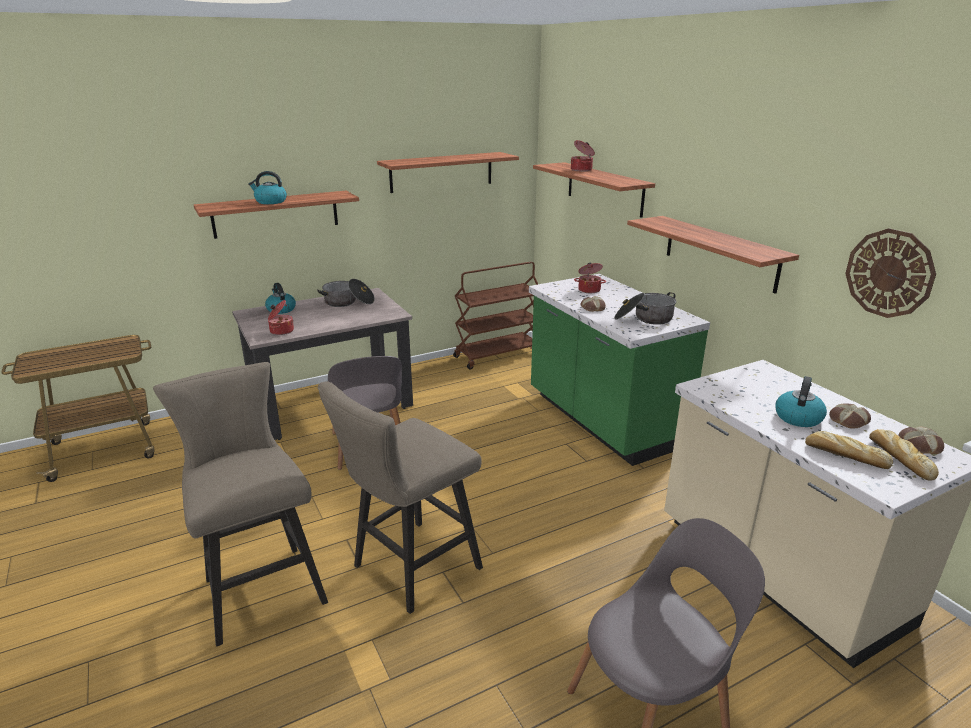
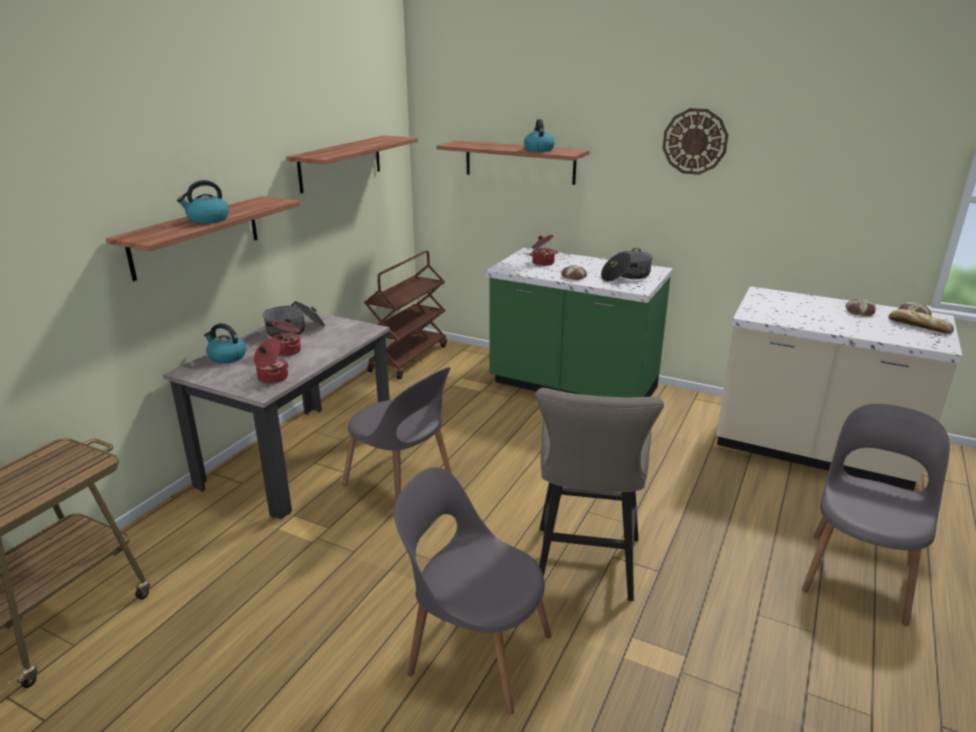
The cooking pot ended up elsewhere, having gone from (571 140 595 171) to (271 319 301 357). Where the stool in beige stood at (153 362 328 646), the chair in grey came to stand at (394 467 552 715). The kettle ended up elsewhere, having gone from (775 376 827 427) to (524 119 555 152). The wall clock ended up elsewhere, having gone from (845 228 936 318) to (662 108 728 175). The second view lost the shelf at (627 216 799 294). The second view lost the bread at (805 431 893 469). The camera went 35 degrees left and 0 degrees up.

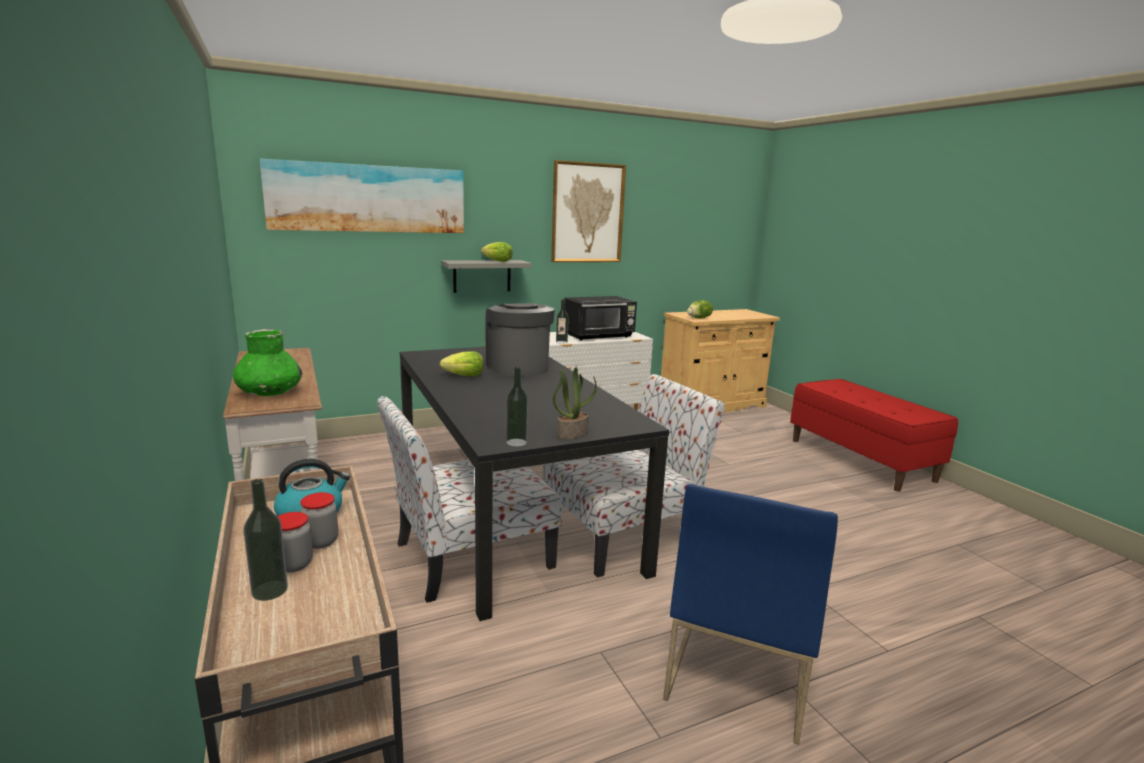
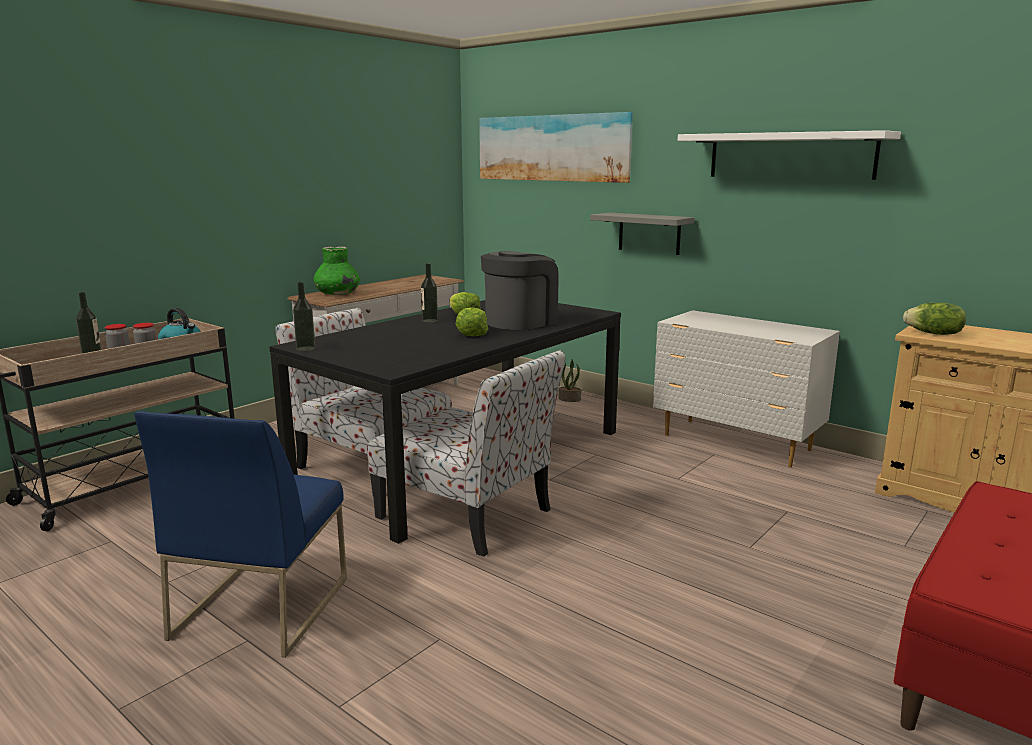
The chair in blue at (663 484 838 745) ended up facing another way, 75 degrees counterclockwise from before. The bottle ended up elsewhere, having gone from (556 299 569 344) to (421 263 438 323). The lettuce ended up elsewhere, having gone from (481 242 513 262) to (456 307 488 336). The potted plant ended up elsewhere, having gone from (553 367 597 439) to (559 359 581 402). Where the picture hung at (551 160 626 262), the shelf in white came to hang at (678 130 901 180). The second view lost the microwave in black at (564 296 637 341). The camera went 65 degrees right and 0 degrees up.

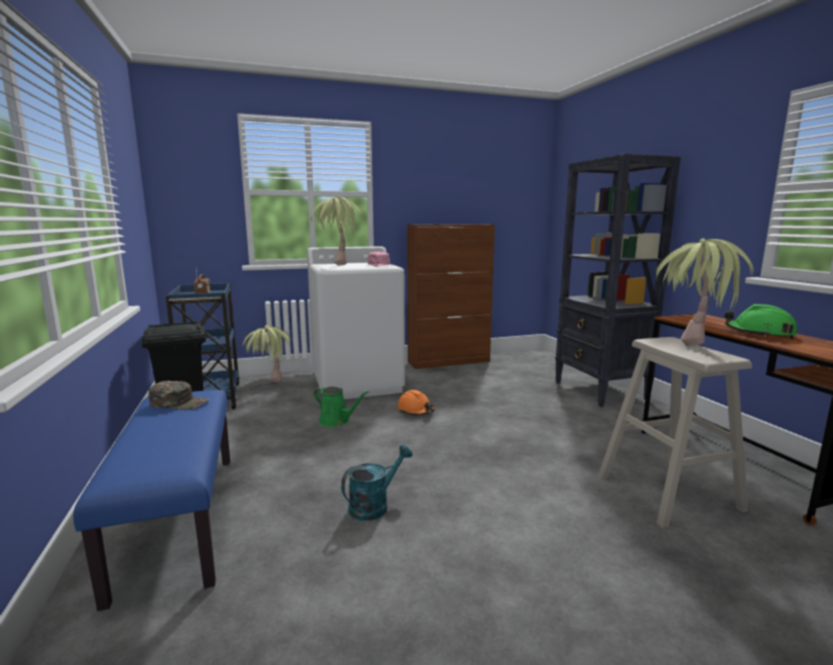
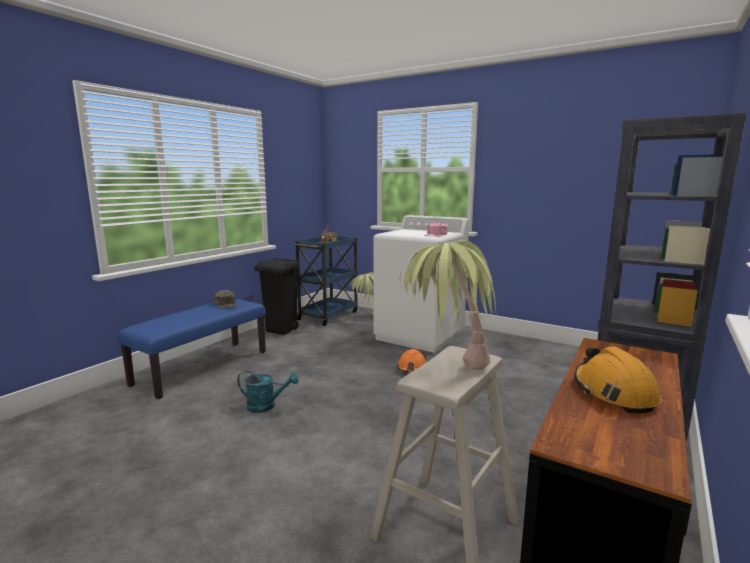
What was the hard hat in green at (725 304 798 339) turned into the hard hat in orange at (574 347 661 413). The second view lost the potted plant at (310 197 363 266). The second view lost the watering can in green at (313 387 369 427). The second view lost the cabinet in brown at (407 224 495 369). The camera went 50 degrees right and 0 degrees up.

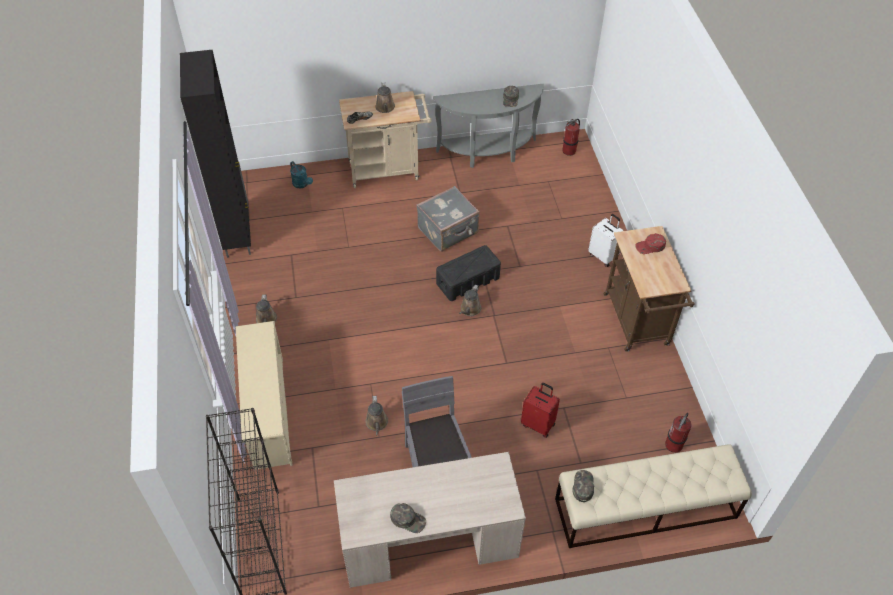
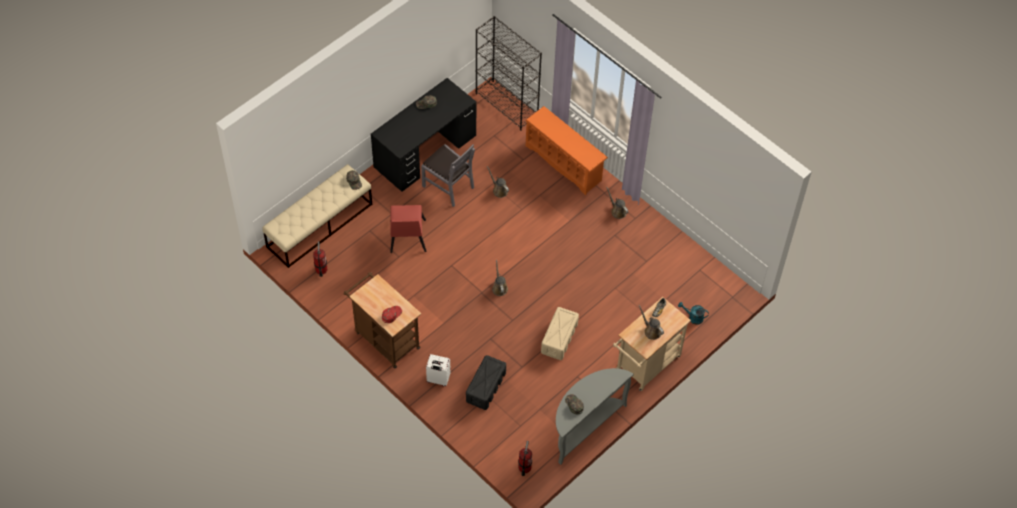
What was the desk in beige at (334 452 526 588) turned into the desk in black at (371 78 477 192). Where the suitcase in red stood at (521 383 560 438), the chair in red came to stand at (390 205 426 253). The storage box in black ended up elsewhere, having gone from (436 245 501 301) to (466 355 506 410). What was the shoe rack in beige at (236 321 293 470) turned into the shoe rack in orange at (525 106 608 195). Where the suitcase in grey stood at (417 186 480 252), the storage box in beige came to stand at (541 307 579 360). The second view lost the cabinet in black at (180 50 251 258). The camera went 145 degrees right and 5 degrees up.

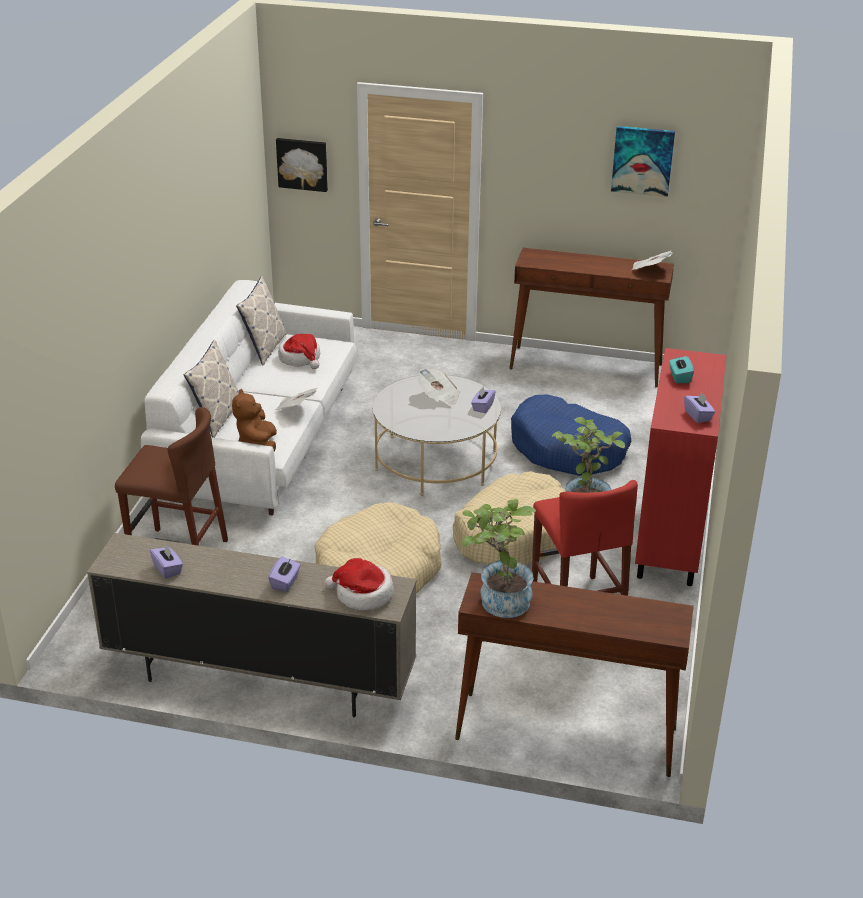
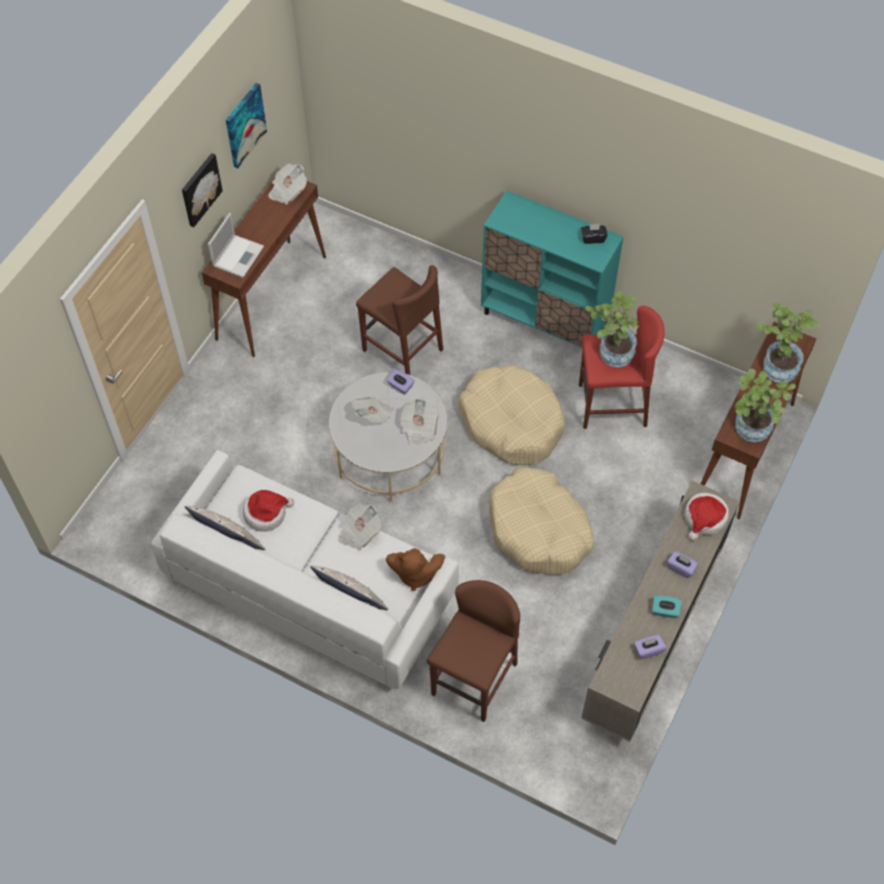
The picture ended up elsewhere, having gone from (276 138 328 192) to (182 153 223 227). The second view gained the laptop at (208 213 264 278). Where the dog bed in blue stood at (511 395 631 476), the stool in brown came to stand at (356 265 443 375). The second view gained the newspaper at (399 398 440 446). What was the cabinet in red at (635 348 727 586) turned into the cabinet in turquoise at (481 190 624 348). What was the tissue box in purple at (684 392 715 423) turned into the tissue box in black at (581 224 608 244). The tissue box in turquoise ended up elsewhere, having gone from (669 354 694 383) to (652 595 682 618). The second view gained the potted plant at (756 302 820 383). The camera went 75 degrees left and 25 degrees up.

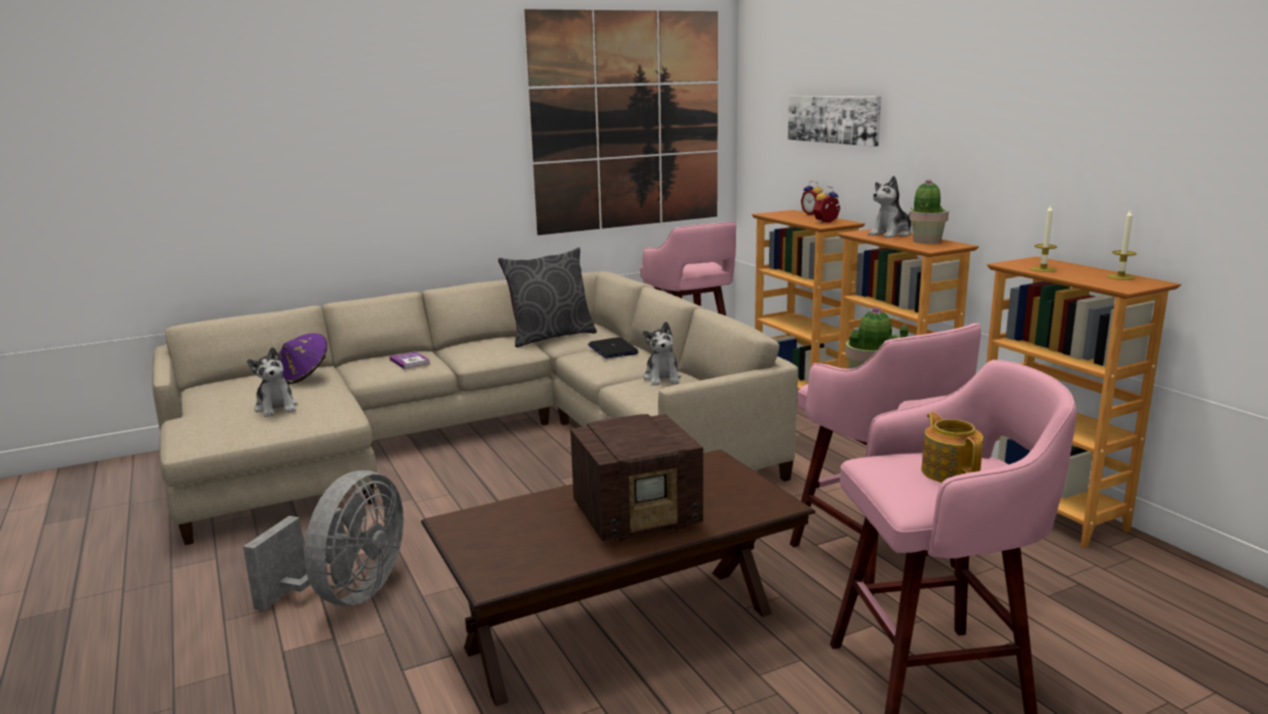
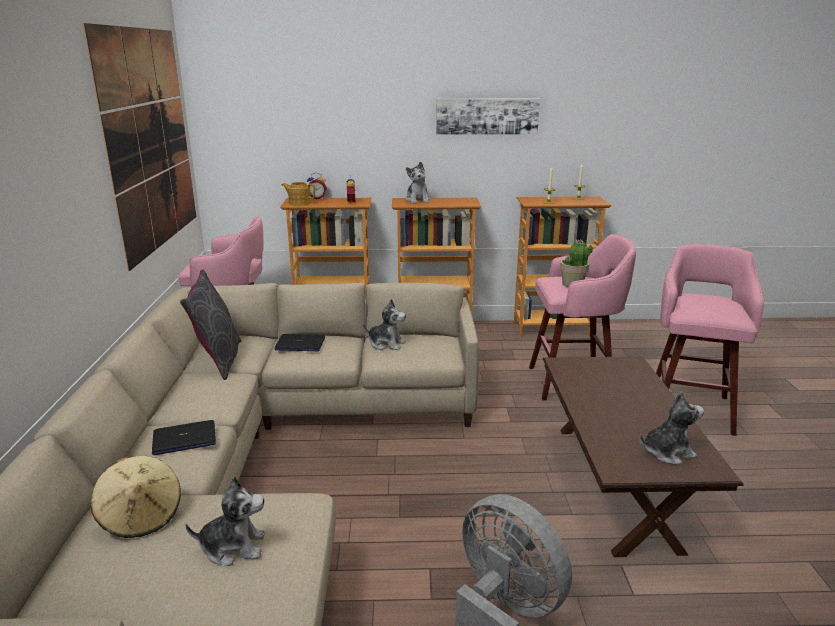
What was the hat in purple at (278 333 327 384) turned into the hat in beige at (91 456 181 538). Where the book stood at (389 351 430 369), the laptop came to stand at (152 420 216 455). The teapot ended up elsewhere, having gone from (921 412 983 483) to (281 182 315 206). The picture ended up elsewhere, having gone from (788 96 881 147) to (436 99 540 135). The second view gained the plush toy at (640 391 704 464). The second view lost the radio at (570 414 703 541). The second view lost the potted plant at (909 180 949 244). The camera went 65 degrees left and 5 degrees up.

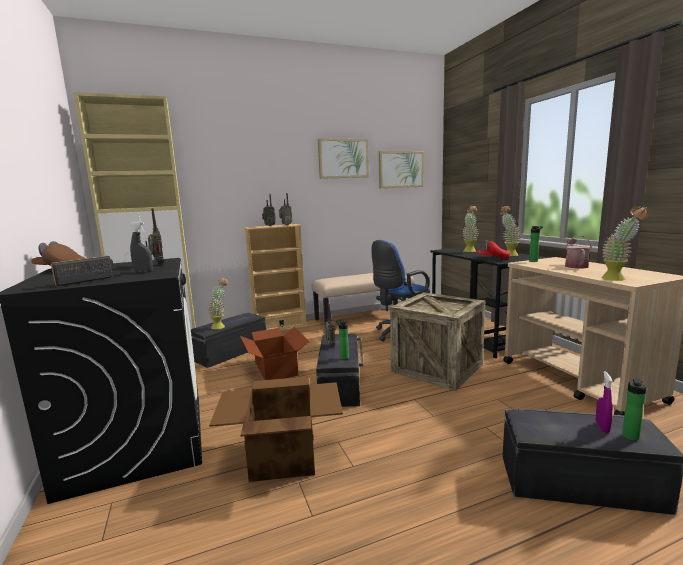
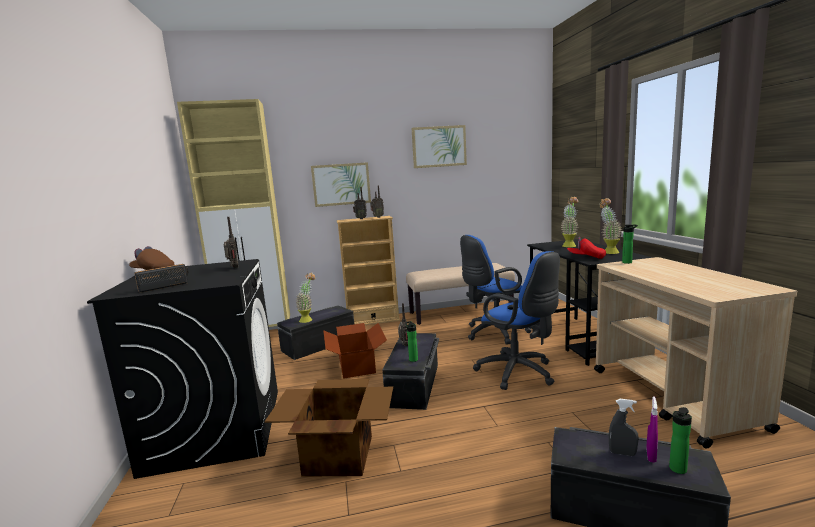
The picture ended up elsewhere, having gone from (379 151 424 188) to (311 162 371 207). Where the crate stood at (390 292 485 391), the office chair in blue came to stand at (473 251 560 390). The spray bottle in grey ended up elsewhere, having gone from (130 221 153 272) to (609 399 639 456). The second view lost the watering can at (565 236 592 268). The second view lost the potted plant at (601 206 648 281). The camera went 10 degrees right and 0 degrees up.

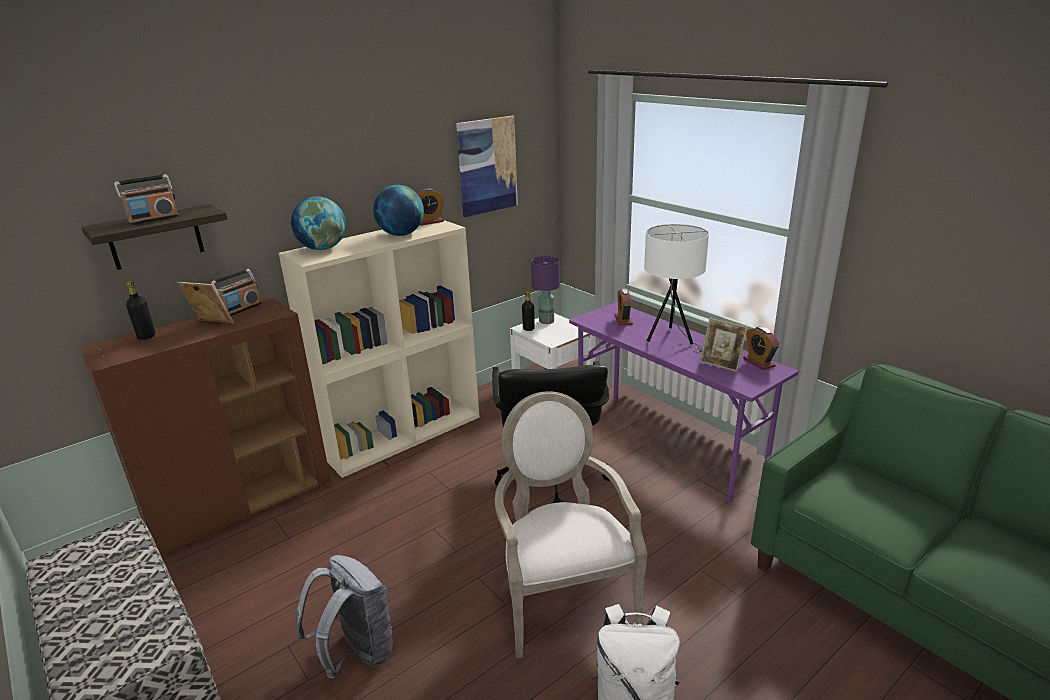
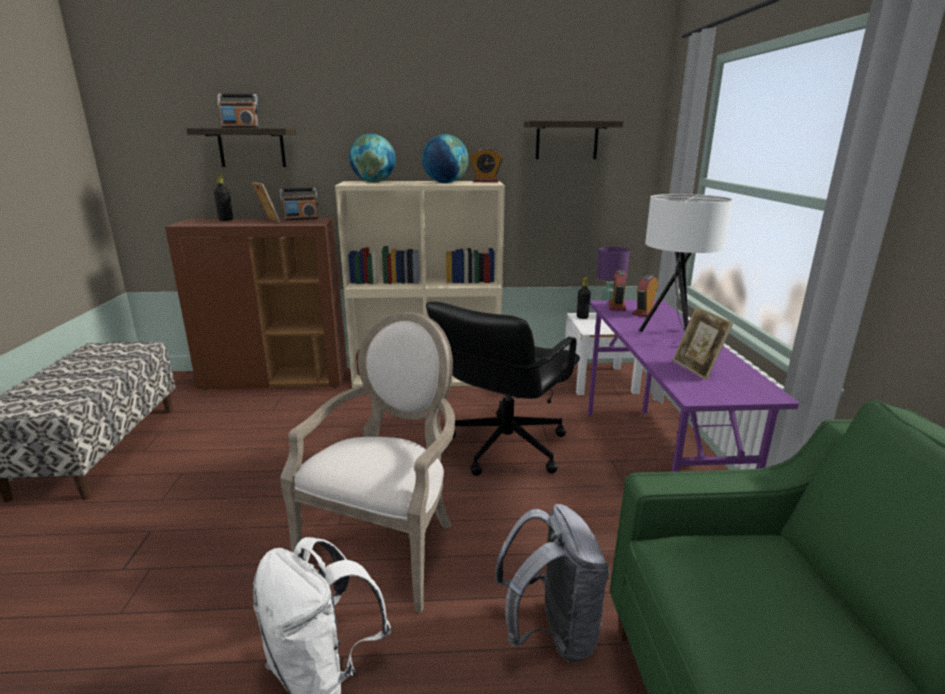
The backpack in grey ended up elsewhere, having gone from (296 555 393 678) to (494 504 609 663). Where the picture hung at (456 116 518 217), the shelf came to hang at (524 121 624 159). The alarm clock ended up elsewhere, having gone from (743 326 780 370) to (609 270 626 311). The camera went 35 degrees right and 5 degrees down.

